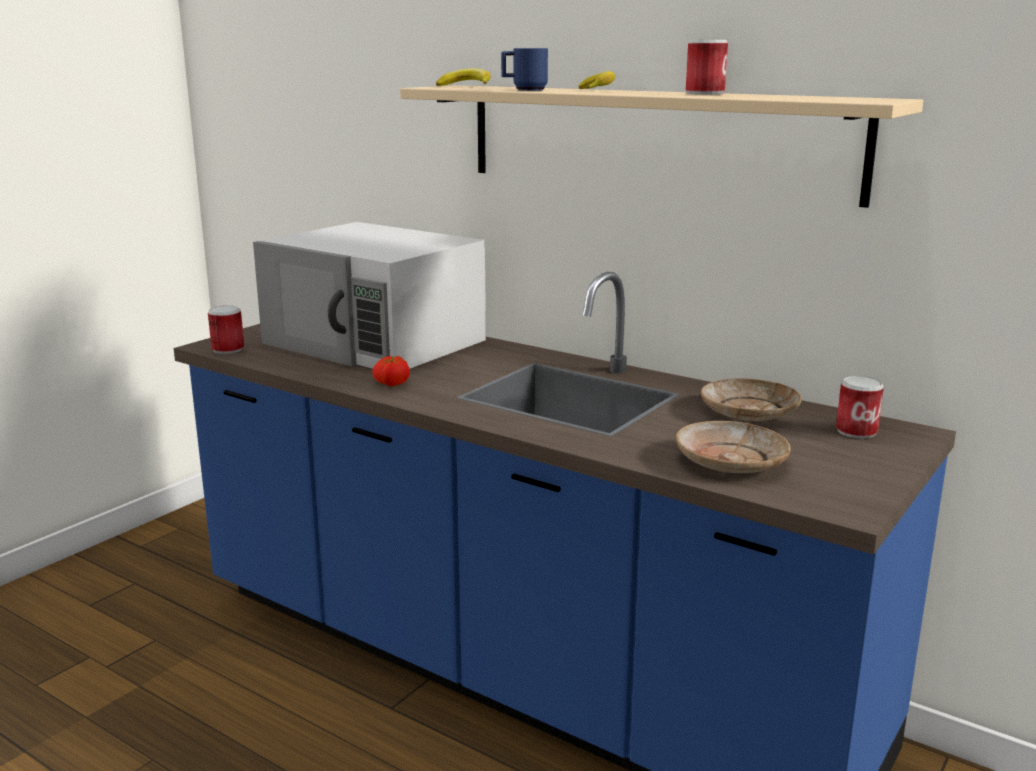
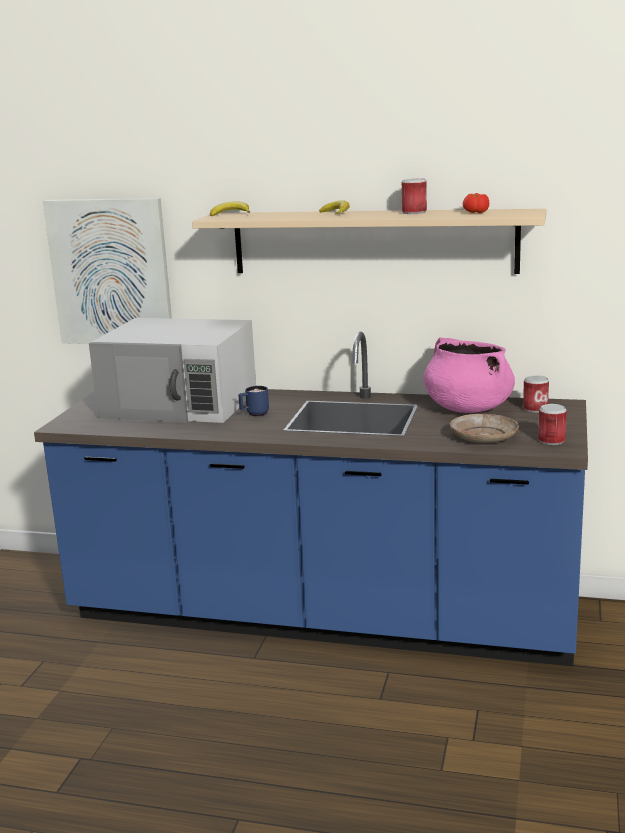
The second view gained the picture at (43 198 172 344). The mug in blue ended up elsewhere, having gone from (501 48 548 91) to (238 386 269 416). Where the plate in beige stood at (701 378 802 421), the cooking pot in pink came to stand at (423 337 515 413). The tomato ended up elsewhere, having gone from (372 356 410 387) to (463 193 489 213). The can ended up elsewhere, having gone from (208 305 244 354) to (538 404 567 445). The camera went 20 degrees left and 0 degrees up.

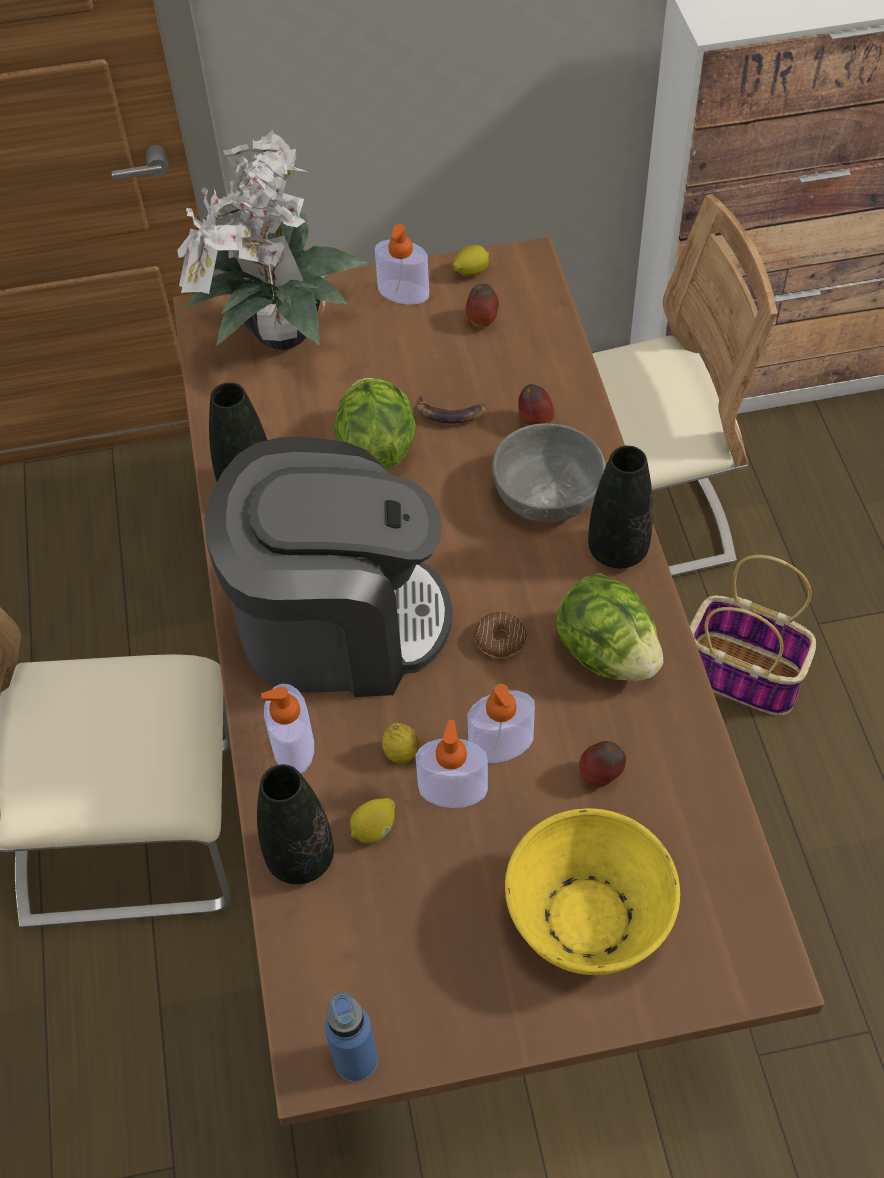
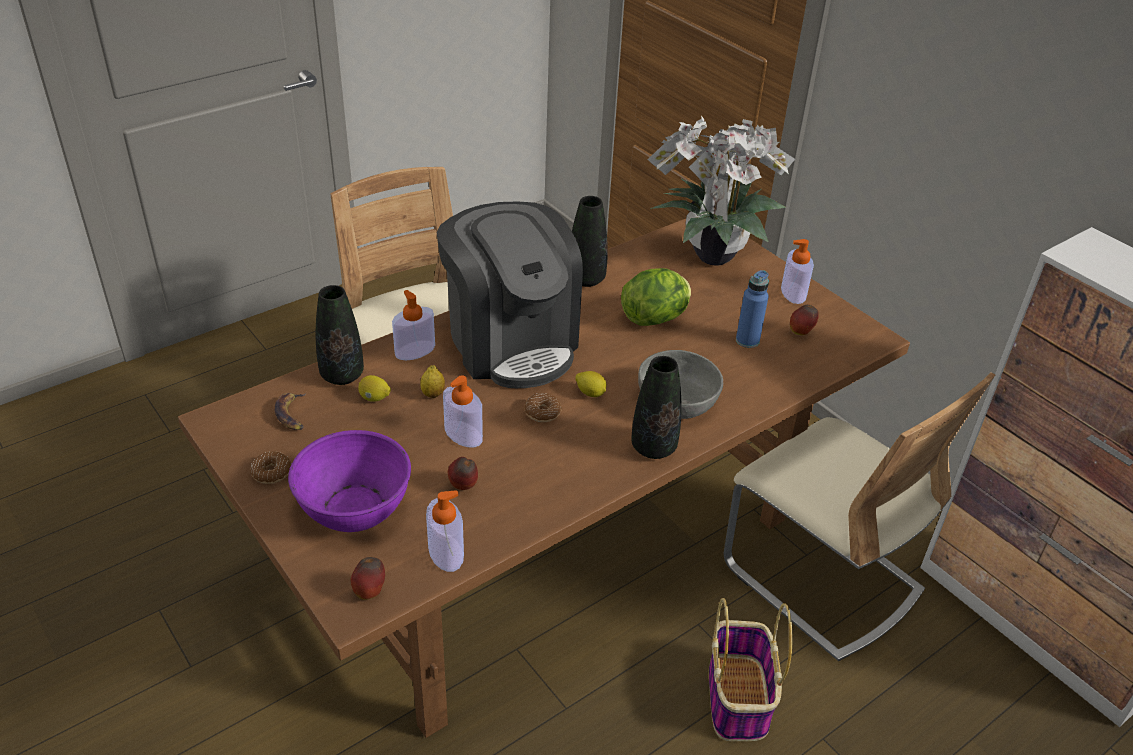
The second view gained the donut at (250 451 291 484). The banana ended up elsewhere, having gone from (417 394 486 424) to (275 393 306 430). What was the bowl in yellow at (505 808 680 975) turned into the bowl in purple at (288 430 411 532). The apple ended up elsewhere, having gone from (518 384 554 426) to (350 557 385 600). The soap dispenser ended up elsewhere, having gone from (415 720 488 808) to (426 490 464 572). The lemon ended up elsewhere, having gone from (452 245 489 276) to (575 371 607 397). The bottle in blue ended up elsewhere, having gone from (325 993 378 1082) to (736 270 769 348). The second view lost the lettuce at (556 573 663 681). The camera went 60 degrees right and 15 degrees down.

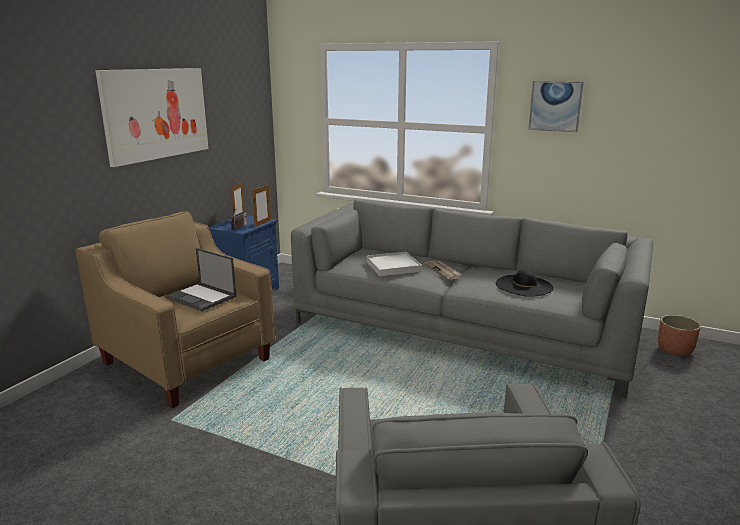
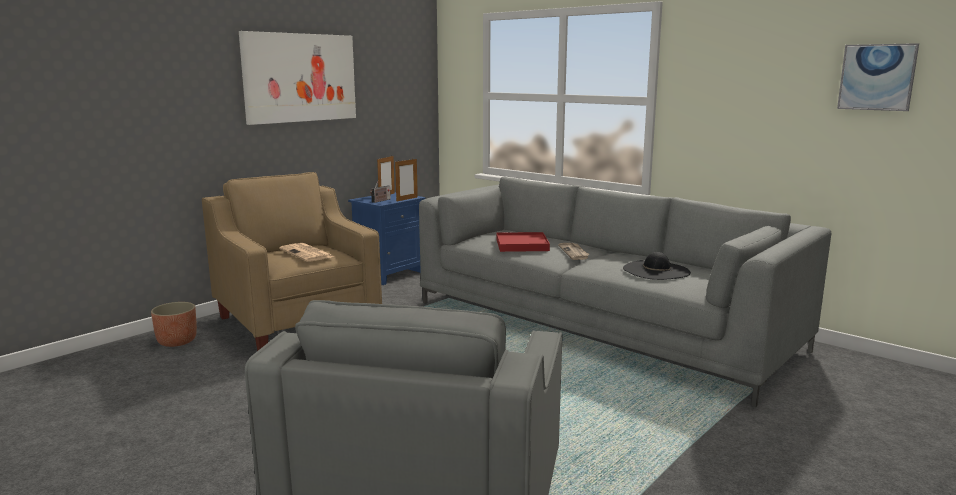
The planter ended up elsewhere, having gone from (658 315 701 356) to (151 302 197 347). Where the laptop stood at (165 248 236 311), the newspaper came to stand at (279 243 334 262). What was the tray in white at (366 252 422 276) turned into the tray in red at (496 232 550 252). The picture ended up elsewhere, having gone from (529 81 584 132) to (837 43 919 111). The camera went 15 degrees right and 5 degrees down.

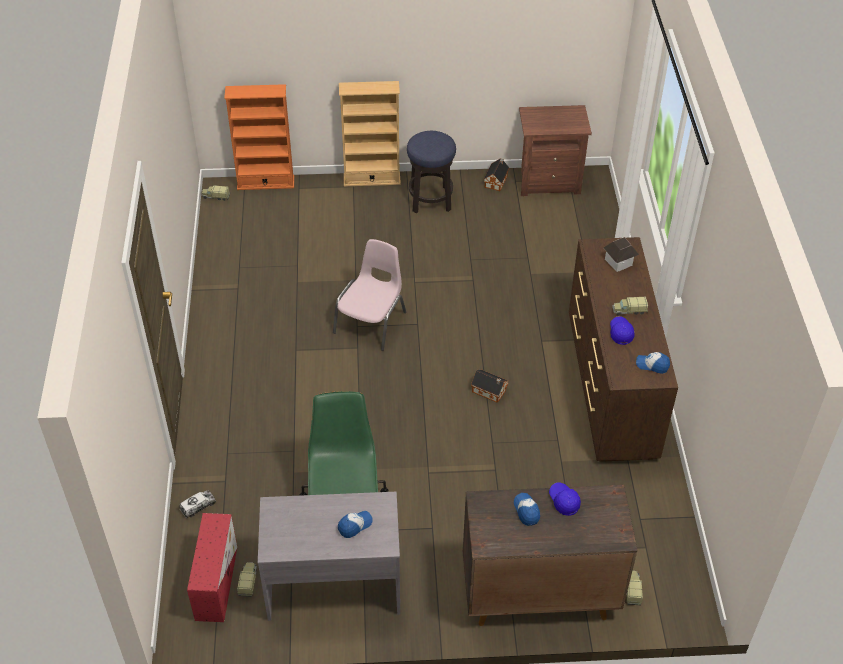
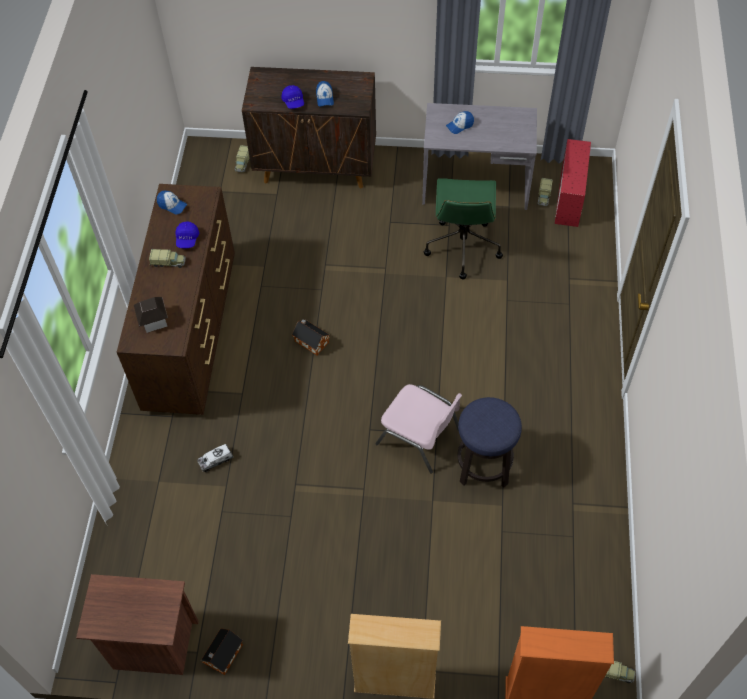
The toy truck ended up elsewhere, having gone from (179 490 216 518) to (197 444 233 472). The chair in pink at (333 239 406 351) ended up facing another way, 90 degrees counterclockwise from before. The stool ended up elsewhere, having gone from (407 131 456 213) to (458 397 522 488). The camera went 170 degrees left and 10 degrees up.

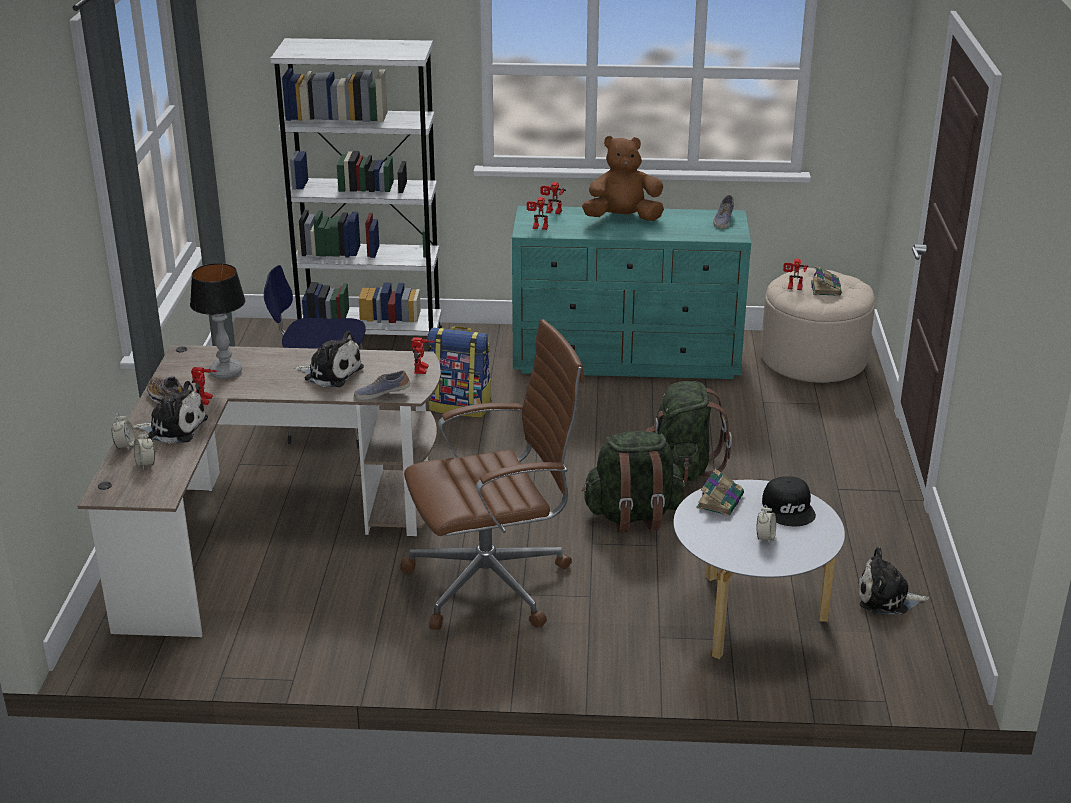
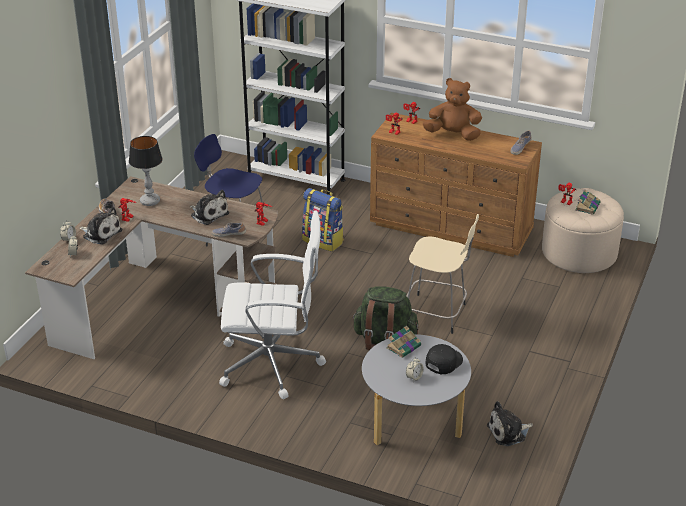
What was the office chair in brown at (400 319 584 630) turned into the office chair in white at (219 210 326 399). What was the dresser in turquoise at (512 206 751 379) turned into the dresser in brown at (370 113 542 257). Where the backpack in green stood at (646 381 732 482), the stool in beige came to stand at (407 214 479 334). The cap in black at (762 476 816 526) ended up facing another way, 150 degrees counterclockwise from before. The plush toy at (859 547 929 614) ended up facing another way, 45 degrees counterclockwise from before. The camera went 20 degrees right and 5 degrees up.

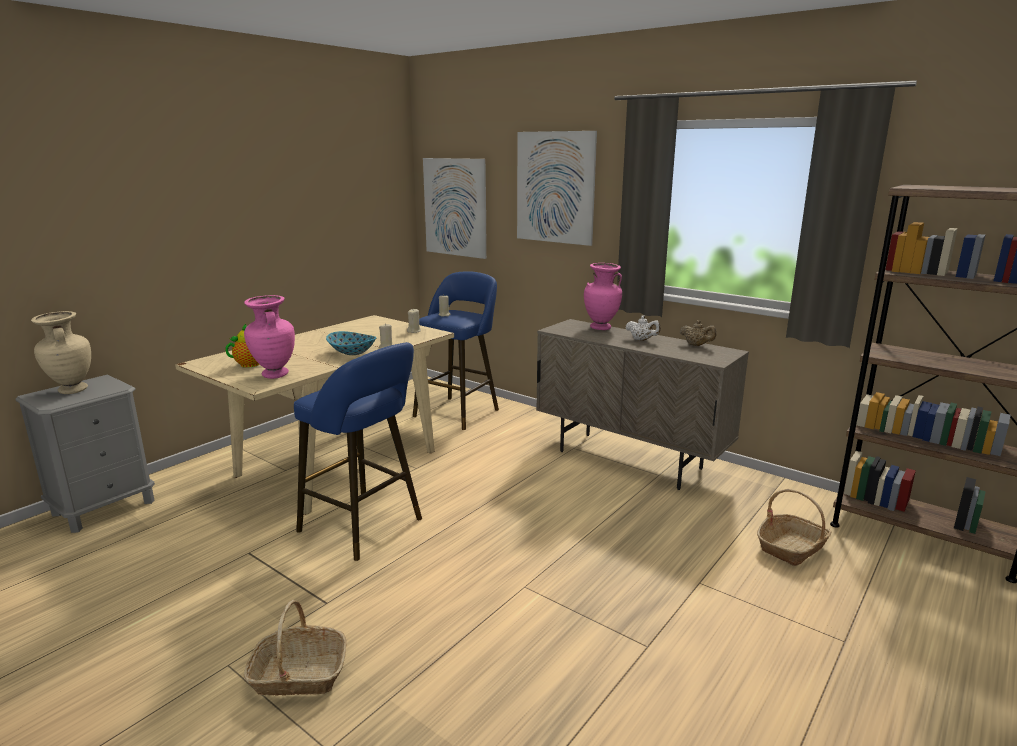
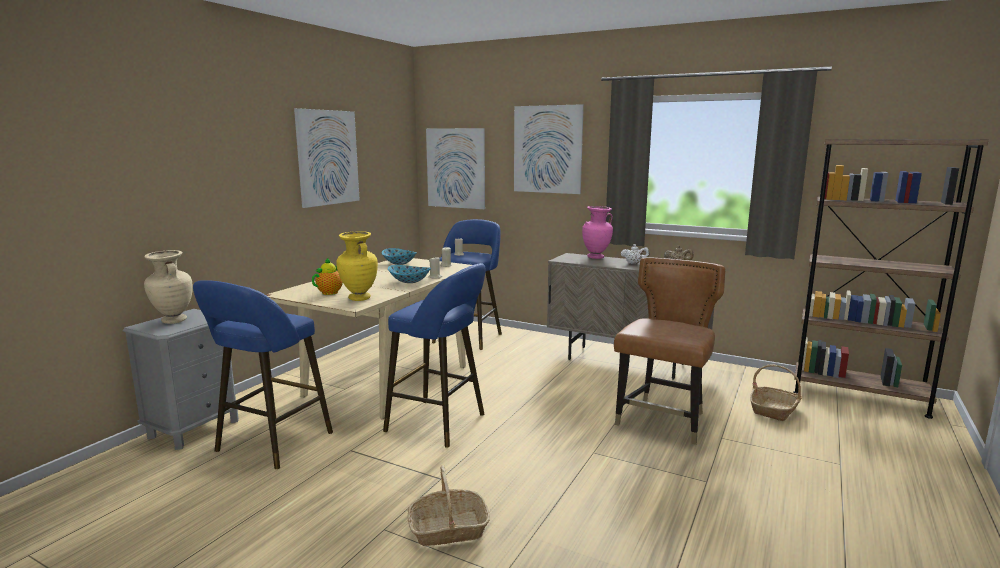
The second view gained the stool in blue at (193 280 333 469). The second view gained the picture at (294 108 360 208). What was the vase in pink at (244 295 295 379) turned into the vase in yellow at (336 231 378 301). The second view gained the bowl at (382 248 416 265). The second view gained the chair in brown at (614 257 725 445). The camera went 10 degrees left and 5 degrees down.

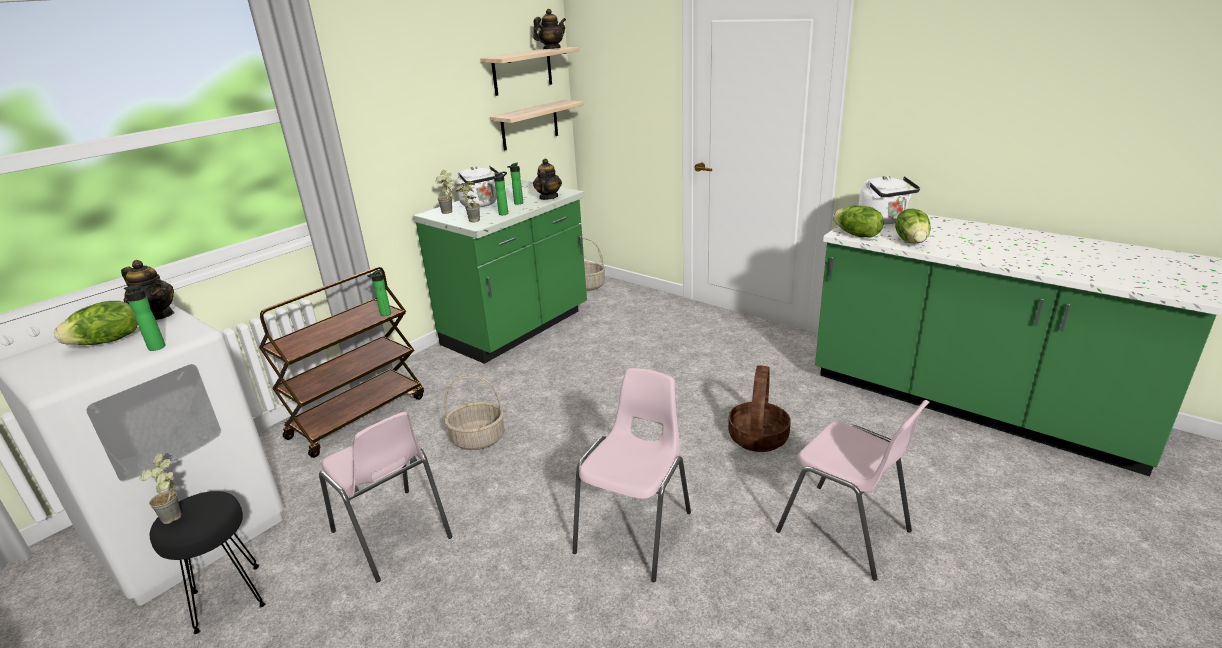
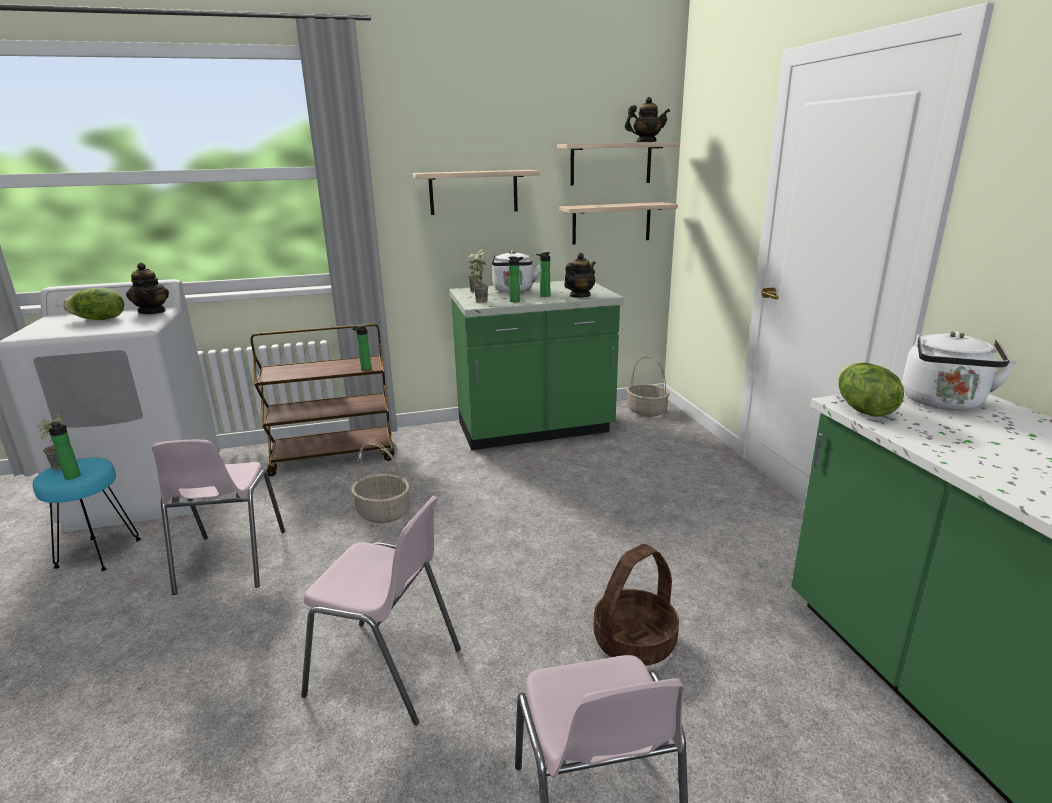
What was the stool in black at (150 491 266 634) turned into the stool in turquoise at (33 458 141 571). The bottle ended up elsewhere, having gone from (124 285 166 351) to (49 422 81 480). The chair in pink at (572 368 691 582) ended up facing another way, 45 degrees clockwise from before. The second view gained the shelf at (413 170 540 215). The second view lost the lettuce at (895 209 931 244). The camera went 35 degrees right and 5 degrees down.

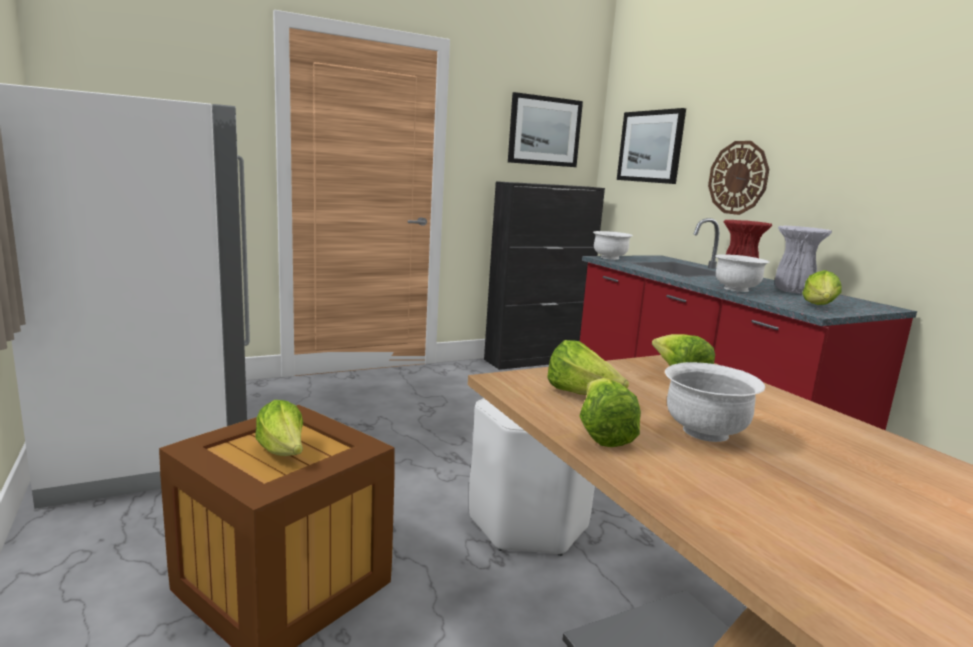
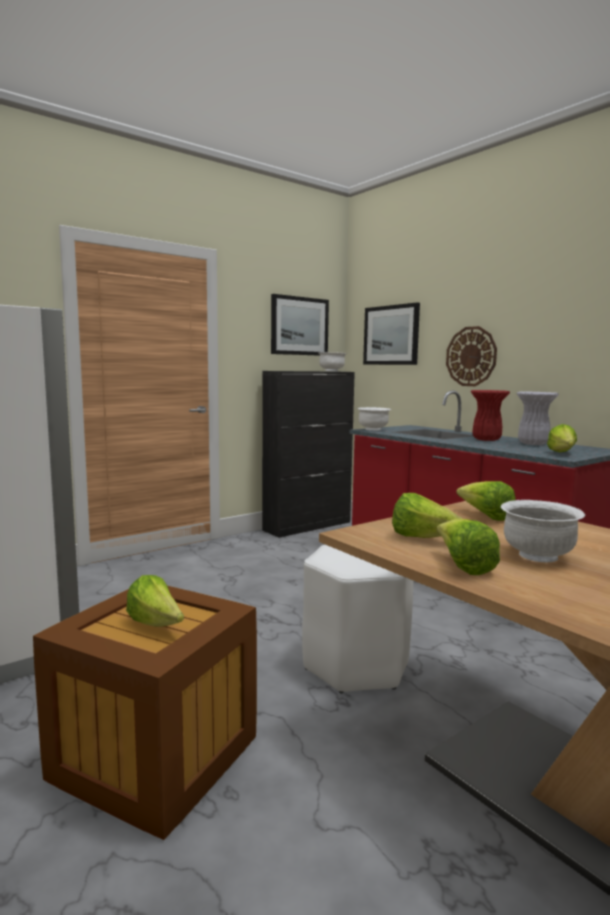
The bowl in white ended up elsewhere, having gone from (715 254 770 292) to (318 352 347 371). The camera went 10 degrees left and 5 degrees down.

